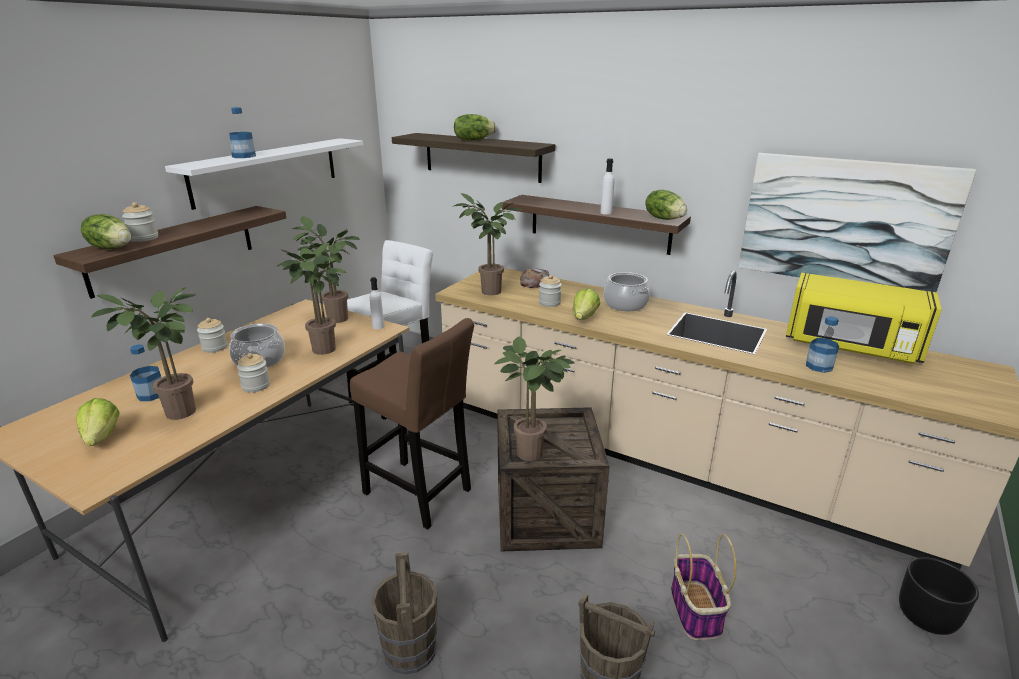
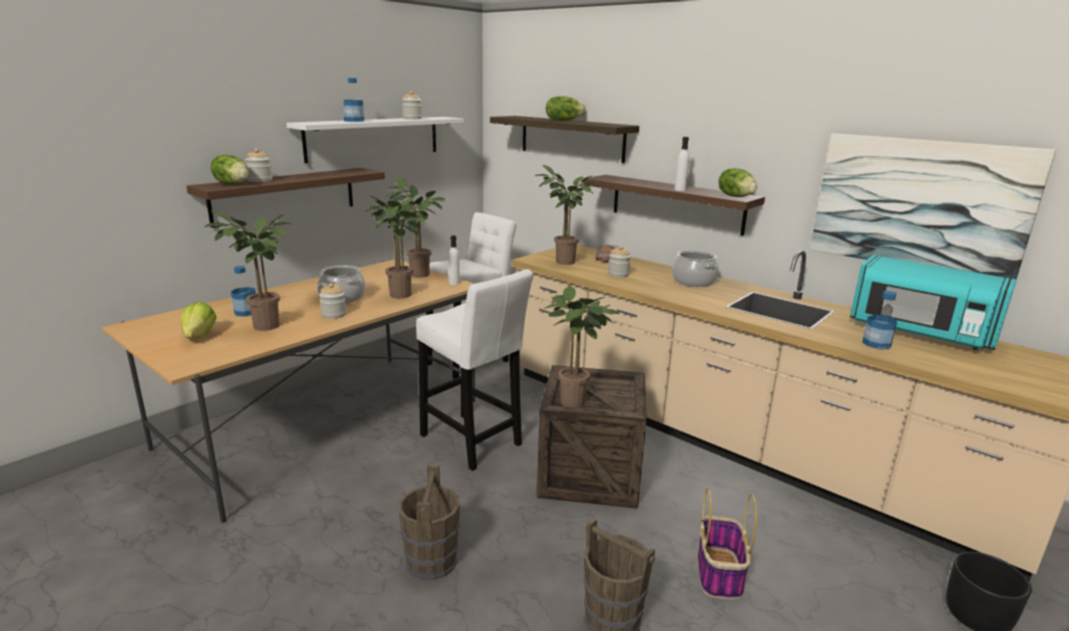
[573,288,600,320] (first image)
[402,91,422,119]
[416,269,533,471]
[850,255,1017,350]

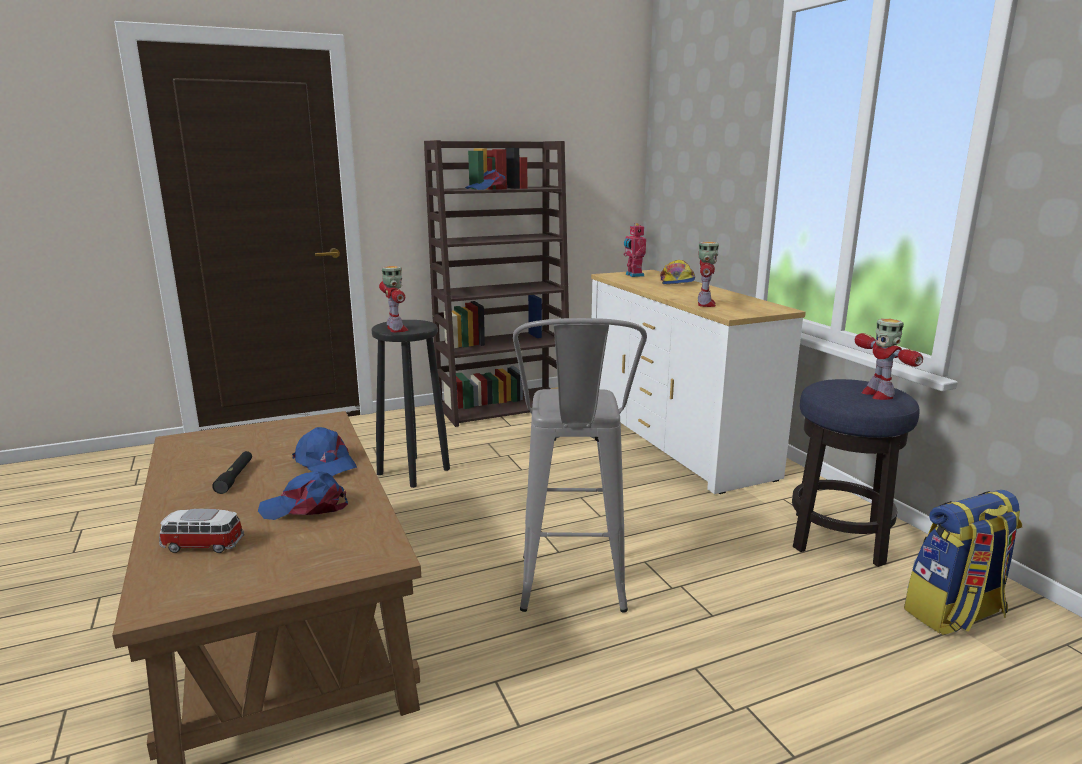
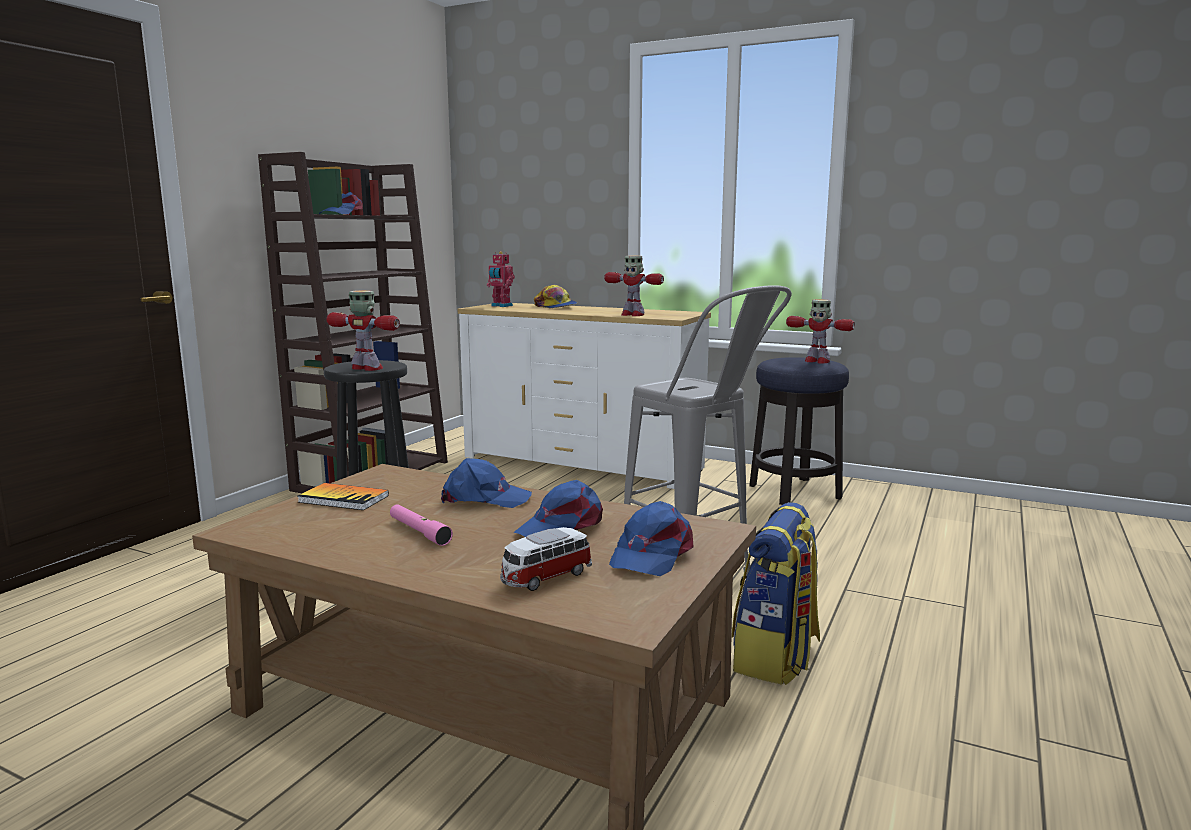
[298,483,389,510]
[609,501,694,576]
[732,502,820,685]
[390,504,453,546]
[604,255,664,316]

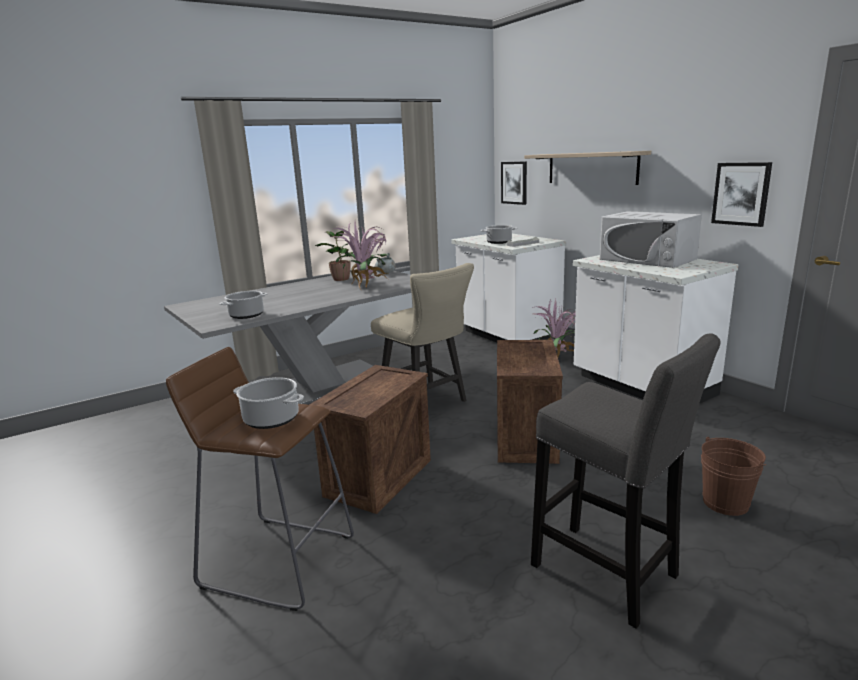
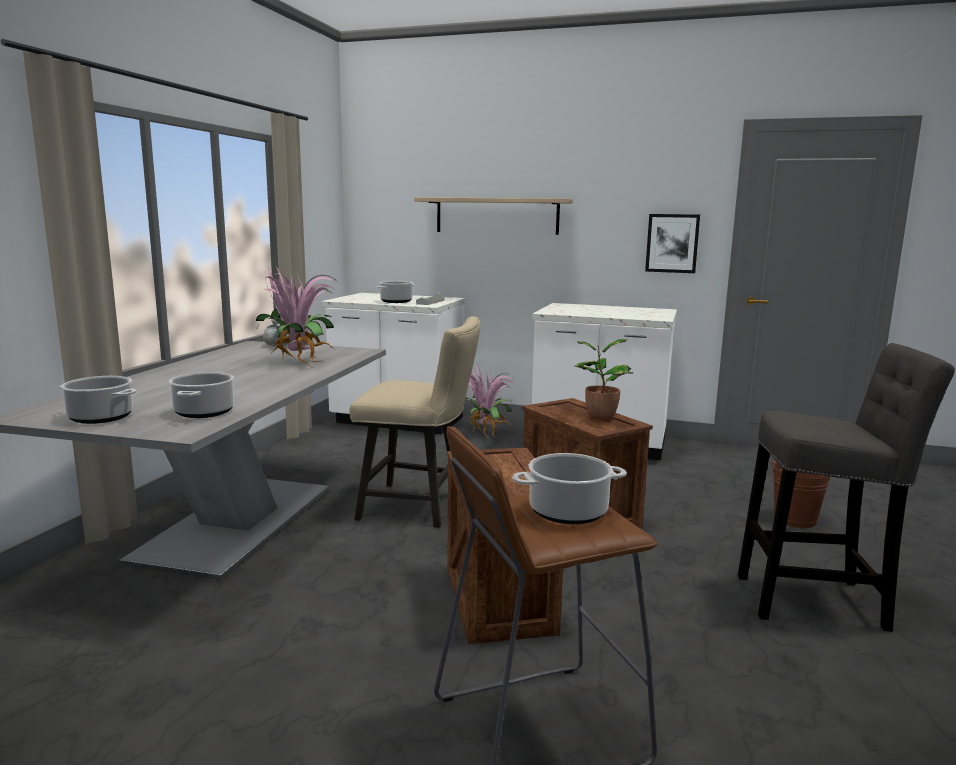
[501,161,527,205] (first image)
[600,211,702,268] (first image)
[60,376,137,424]
[574,339,633,420]

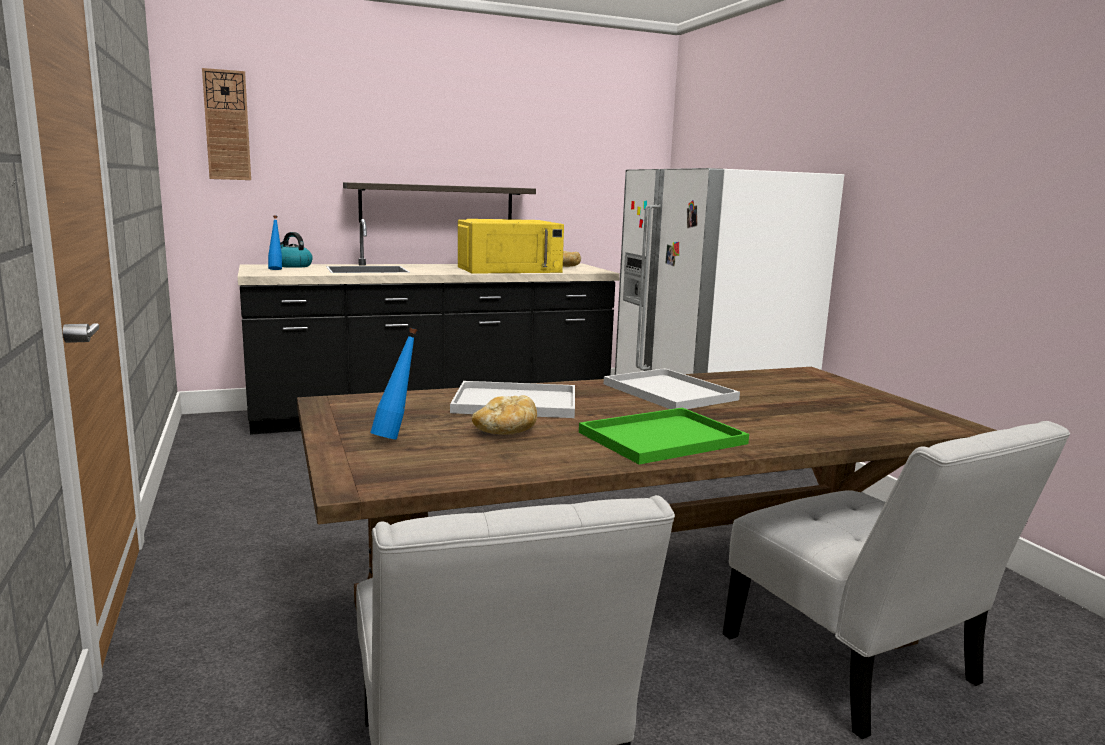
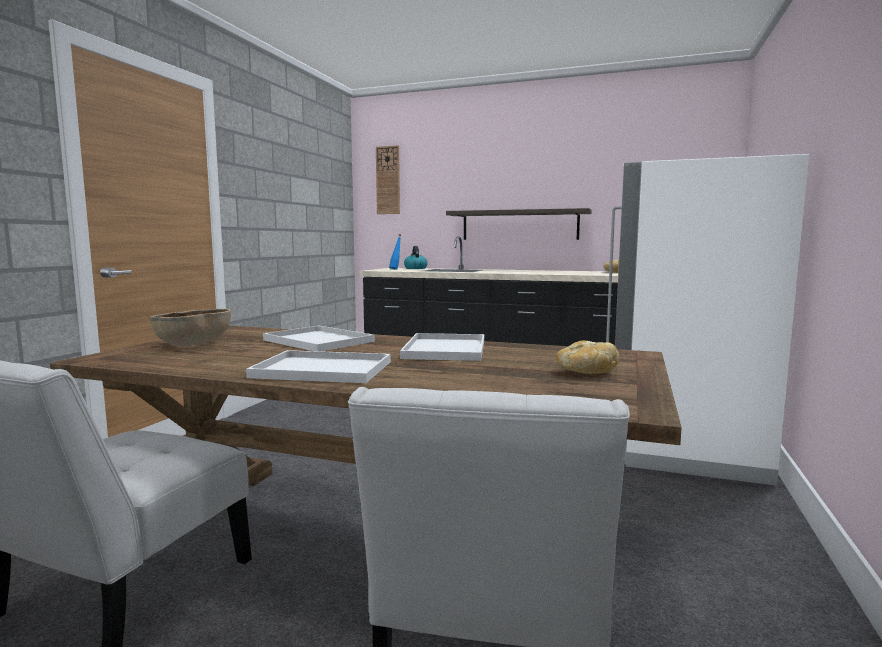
[458,219,564,273] (first image)
[556,341,619,374]
[150,309,231,346]
[246,350,391,383]

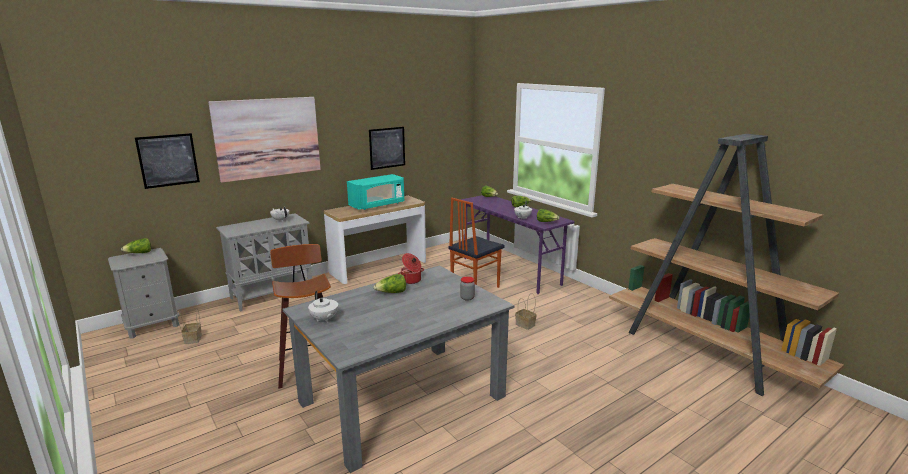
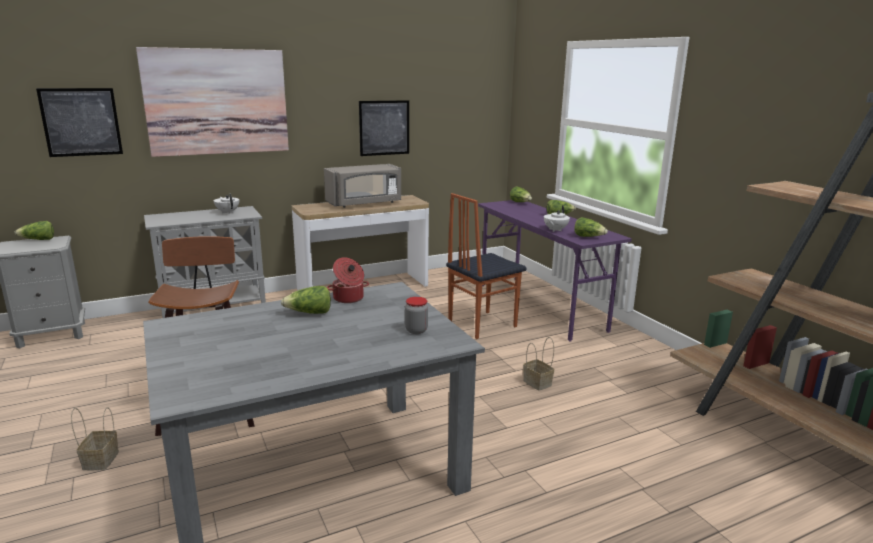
[308,291,338,323] (first image)
[71,407,119,470]
[324,164,401,208]

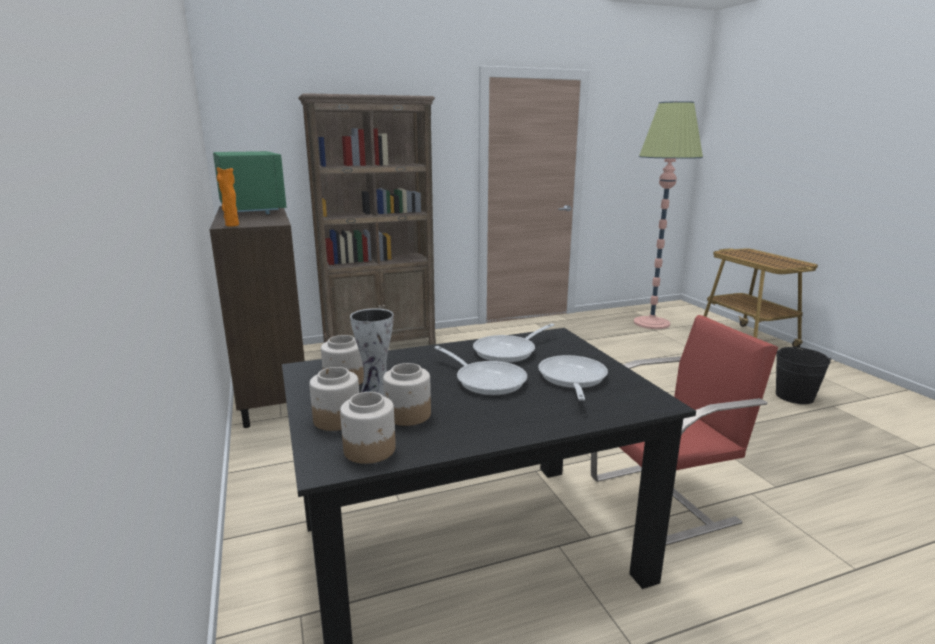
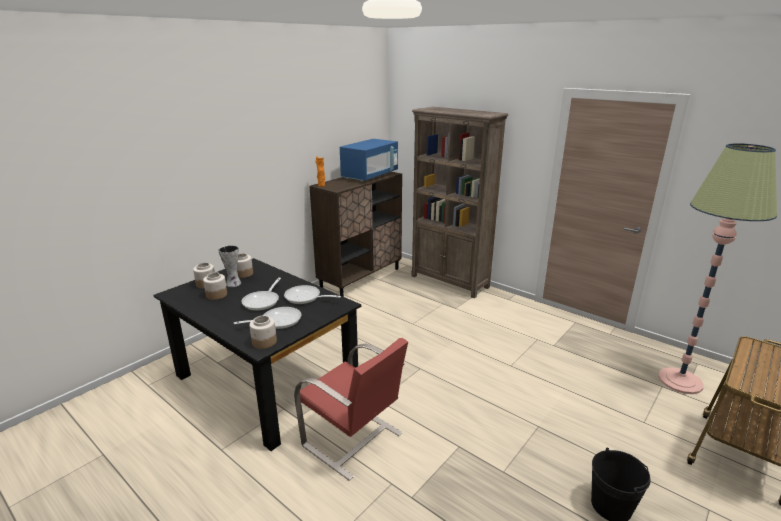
[250,316,277,349]
[340,139,398,182]

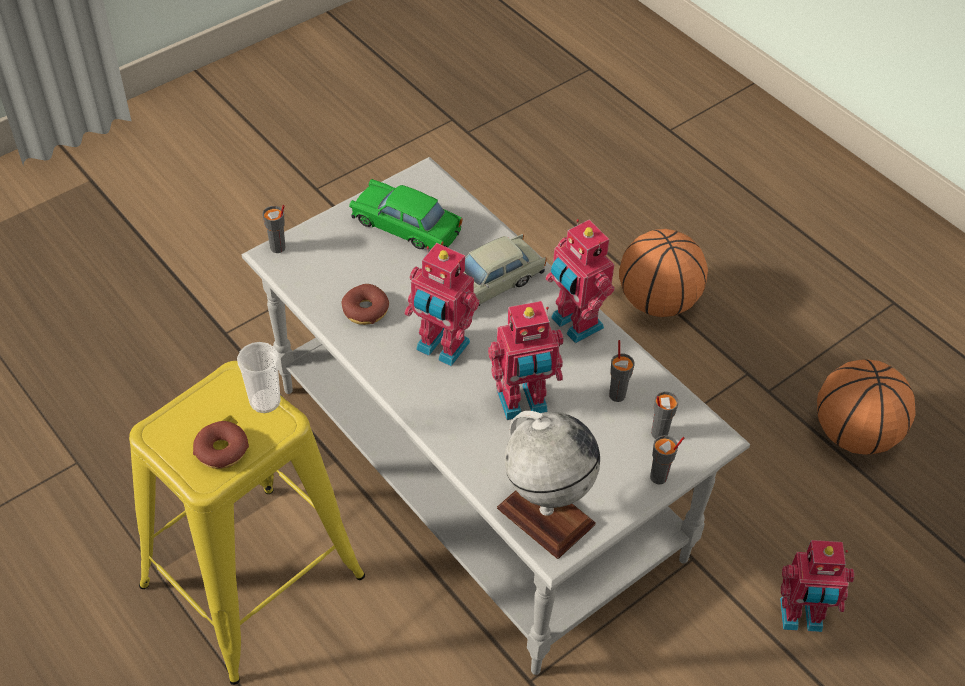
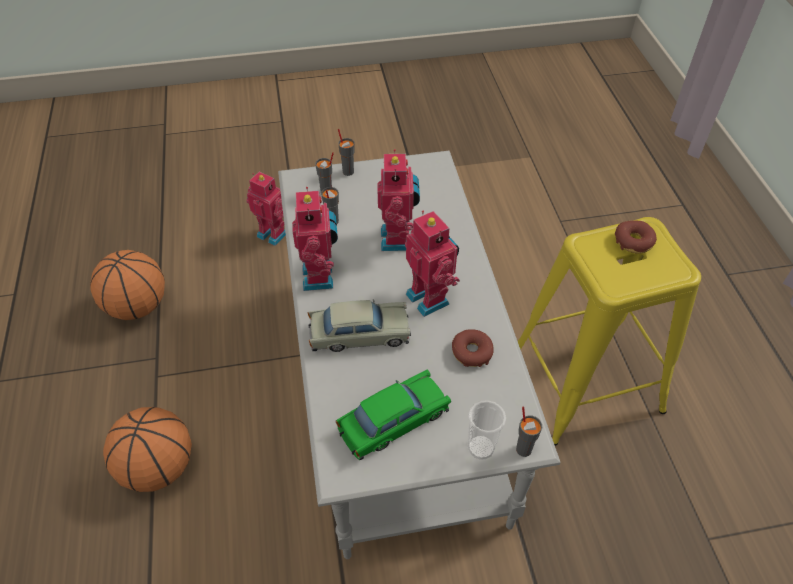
[497,411,600,559] (first image)
[468,400,506,460]
[335,370,451,460]
[377,149,420,251]

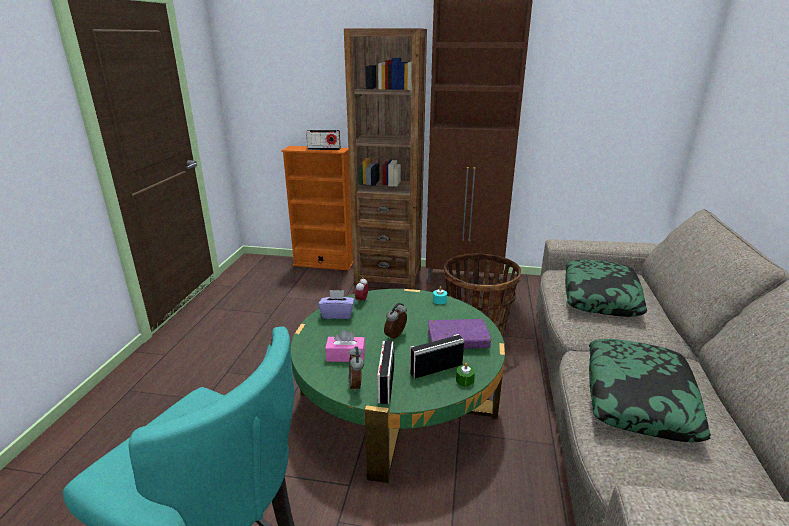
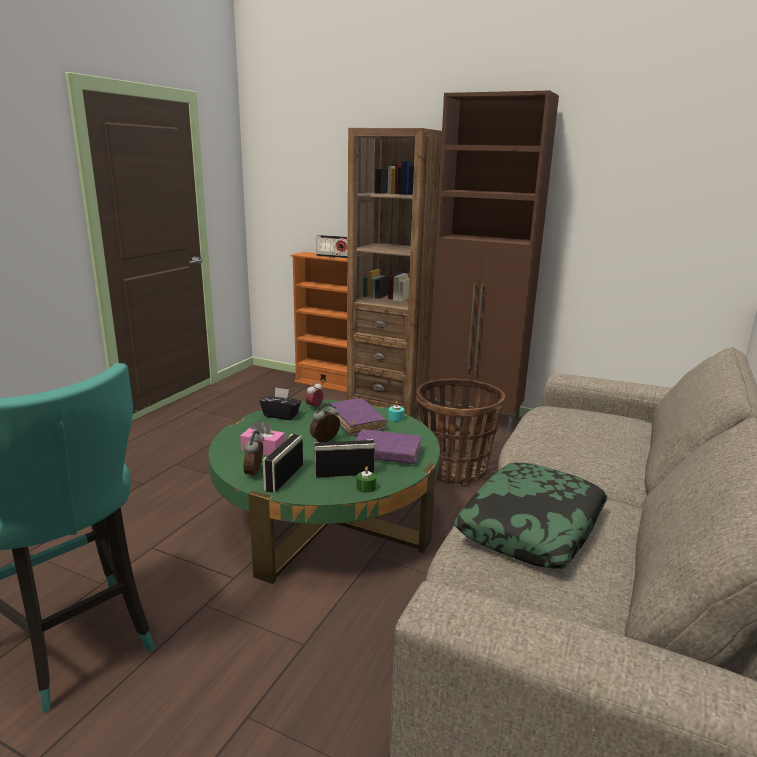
[565,259,647,317] (first image)
[329,398,387,436]
[260,387,301,420]

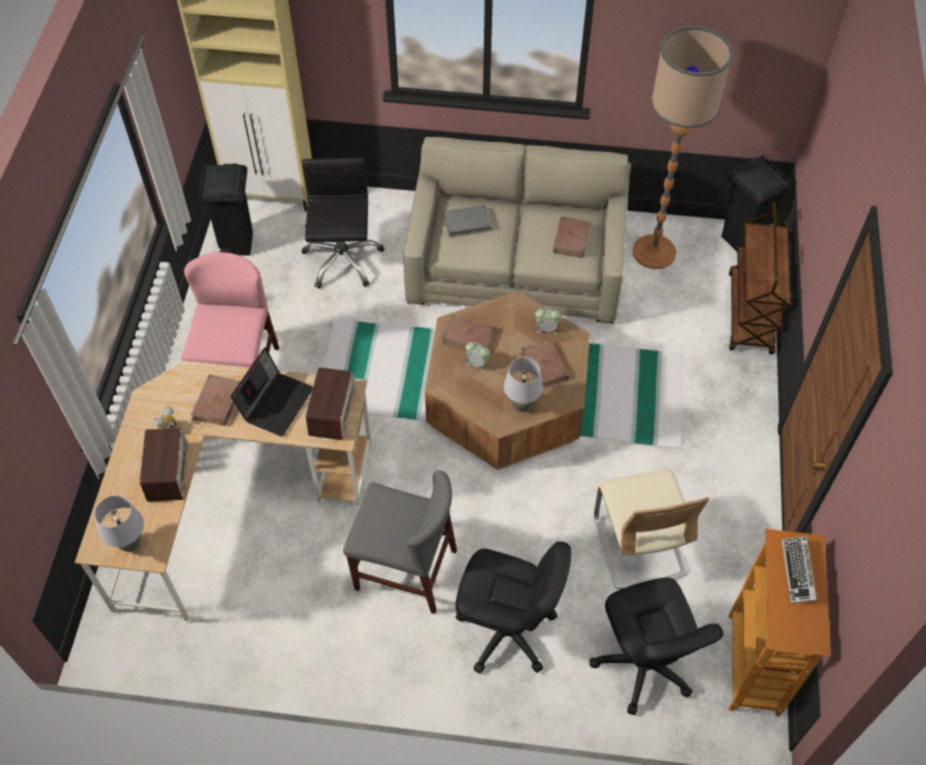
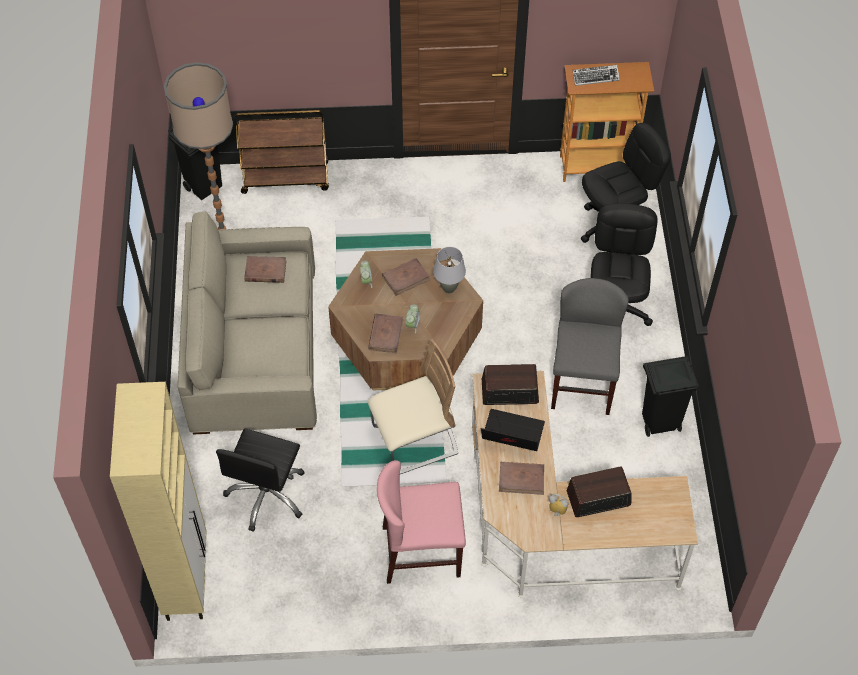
[95,495,144,552] (first image)
[443,205,492,237] (first image)
[642,356,699,437]
[368,339,458,474]
[216,428,304,532]

